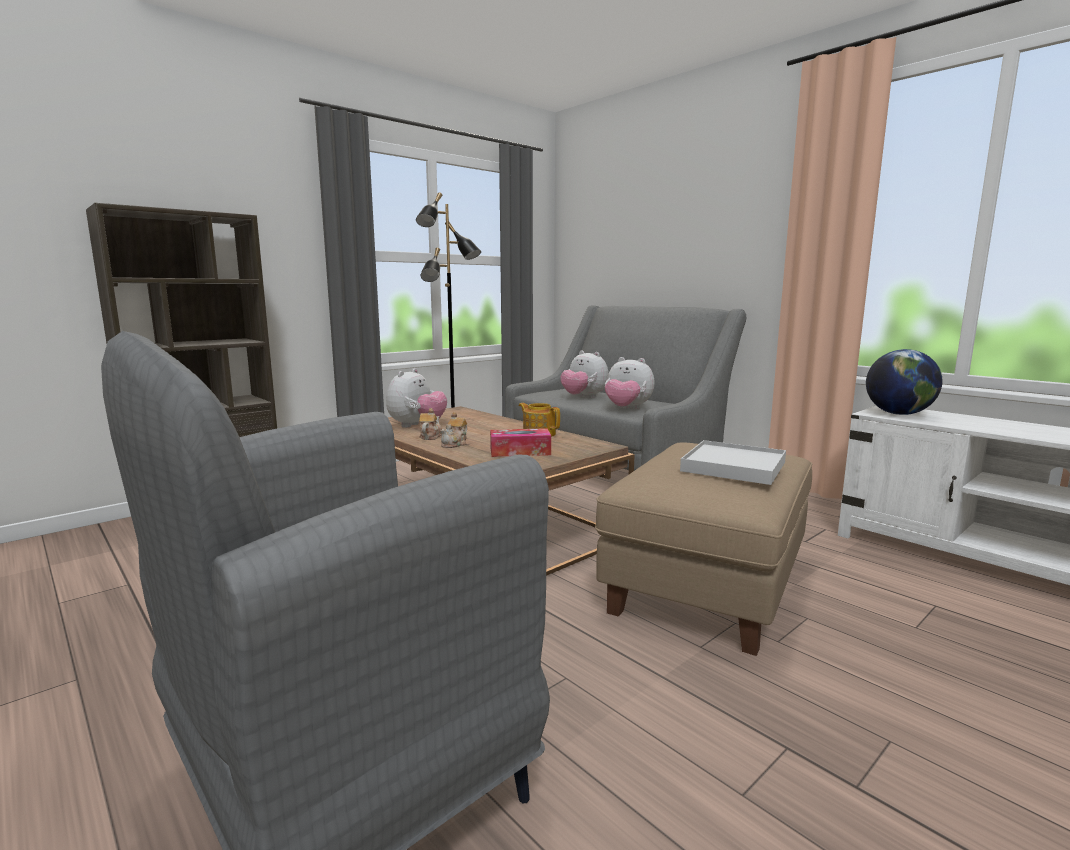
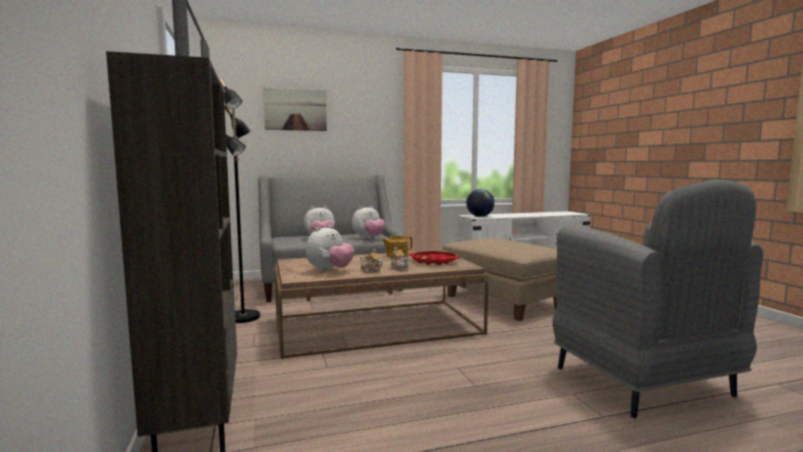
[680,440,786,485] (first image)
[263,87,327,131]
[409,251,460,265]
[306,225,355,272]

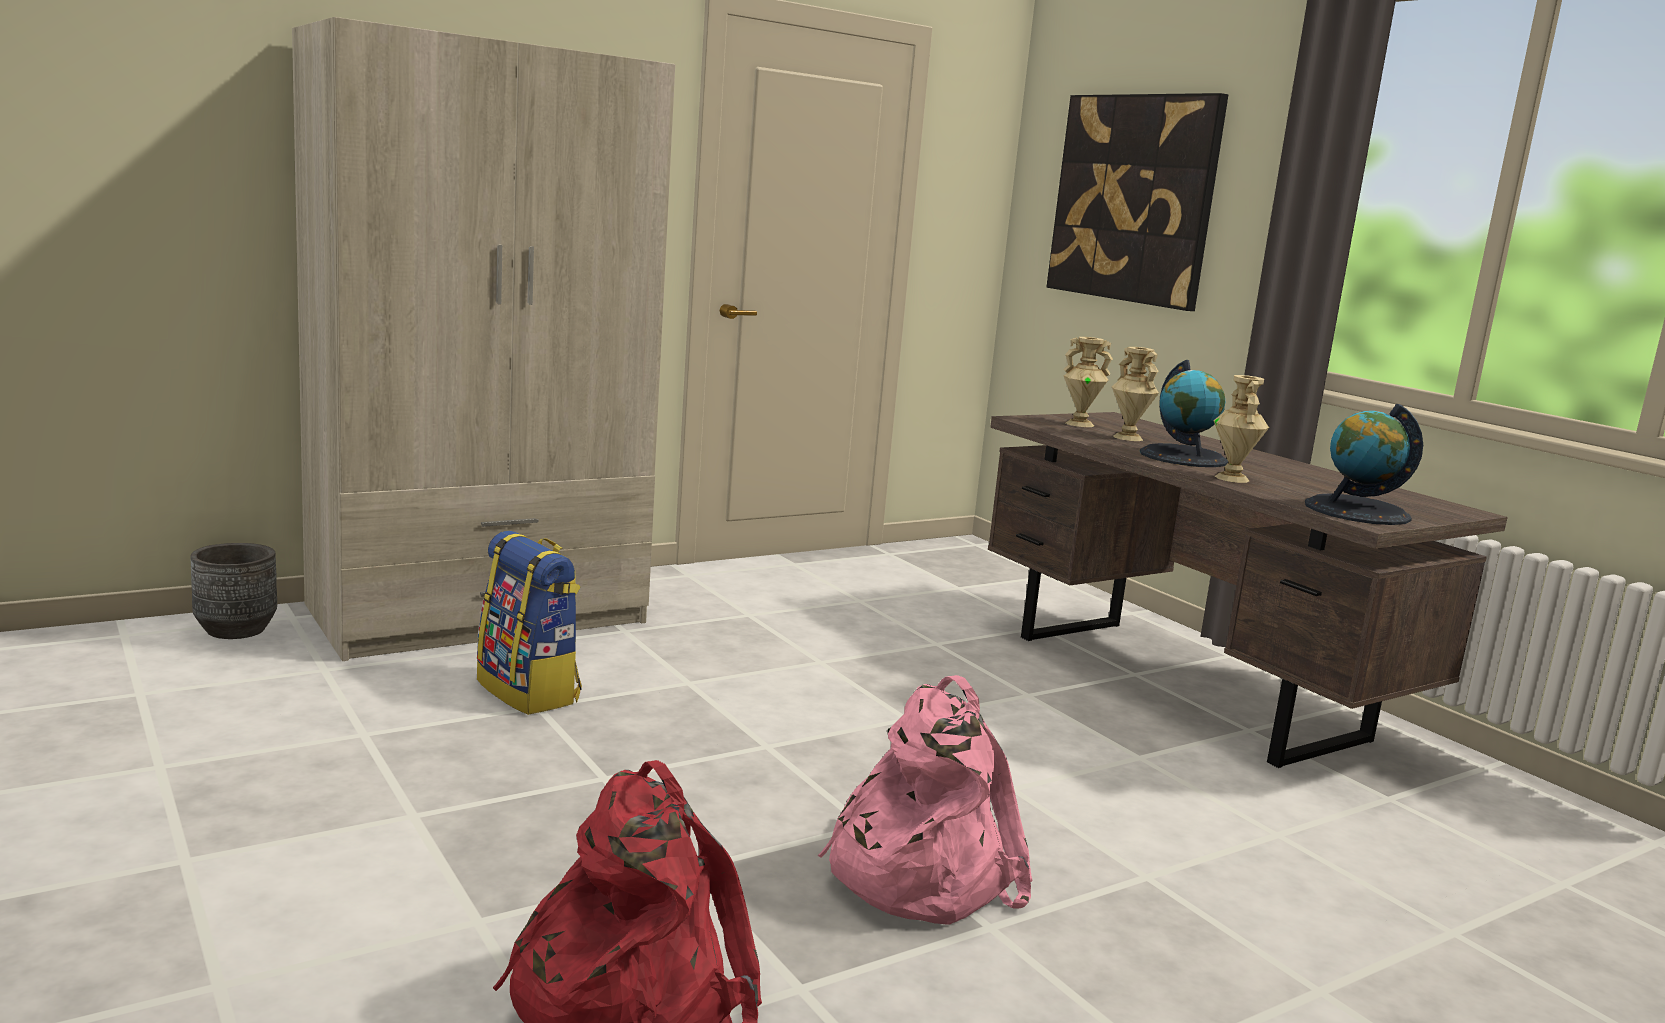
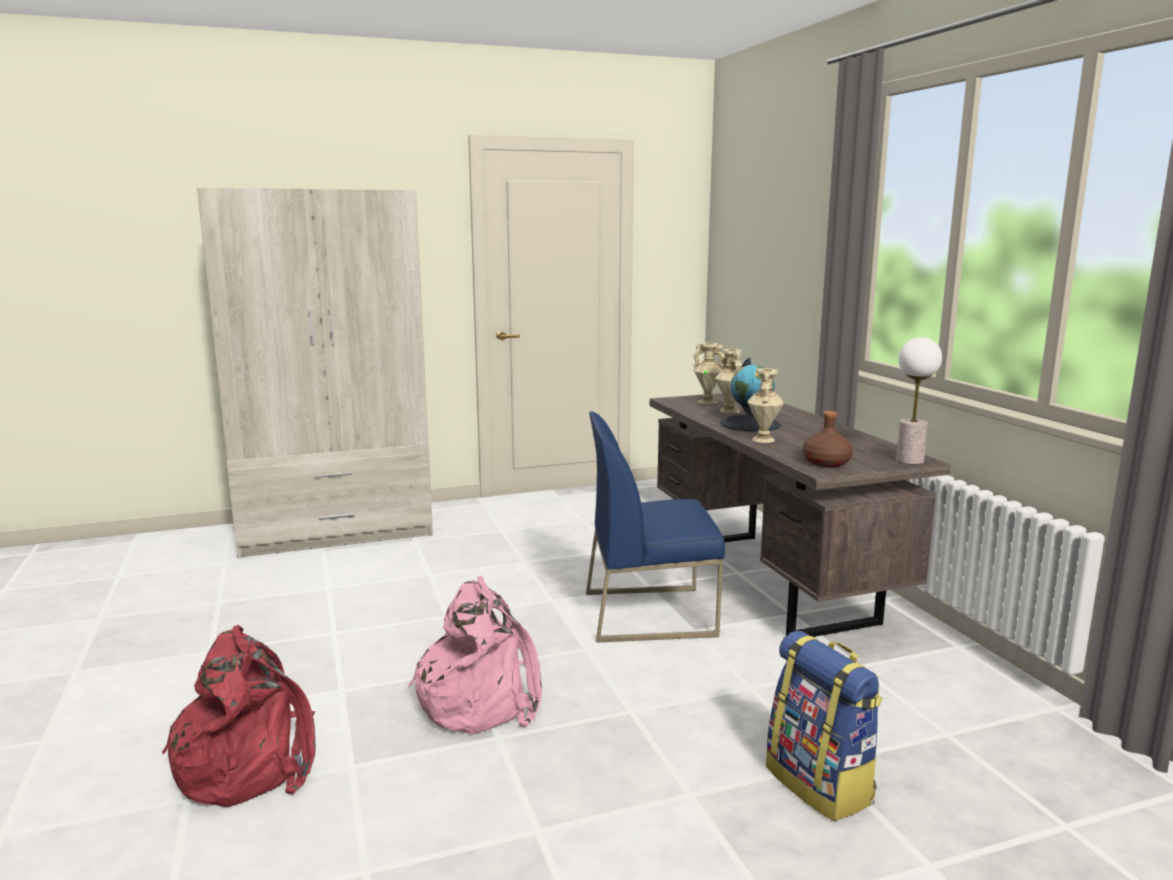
[190,543,277,639] (first image)
[1046,93,1228,311] (first image)
[586,412,725,642]
[896,337,942,464]
[766,631,882,821]
[803,411,853,467]

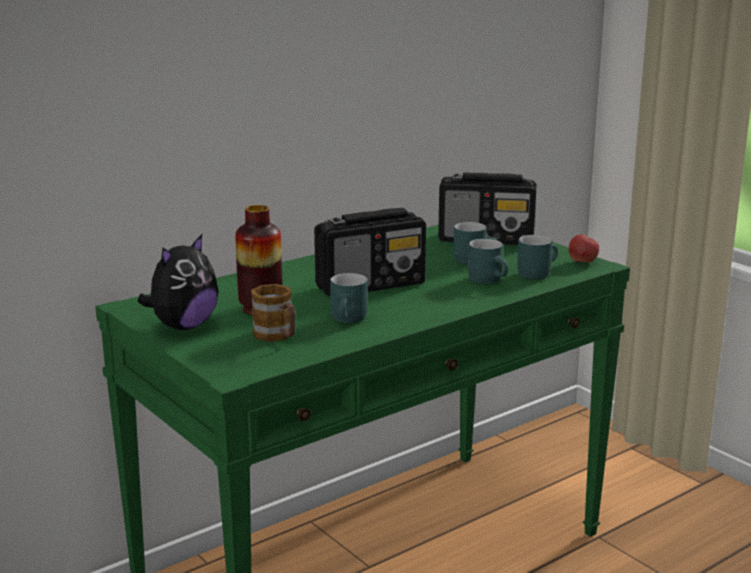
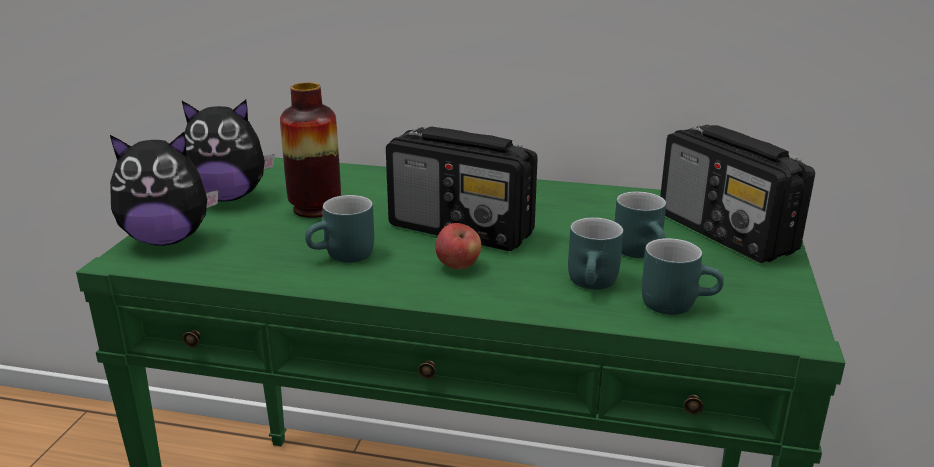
[251,284,295,342] (first image)
[110,132,218,246]
[435,223,481,269]

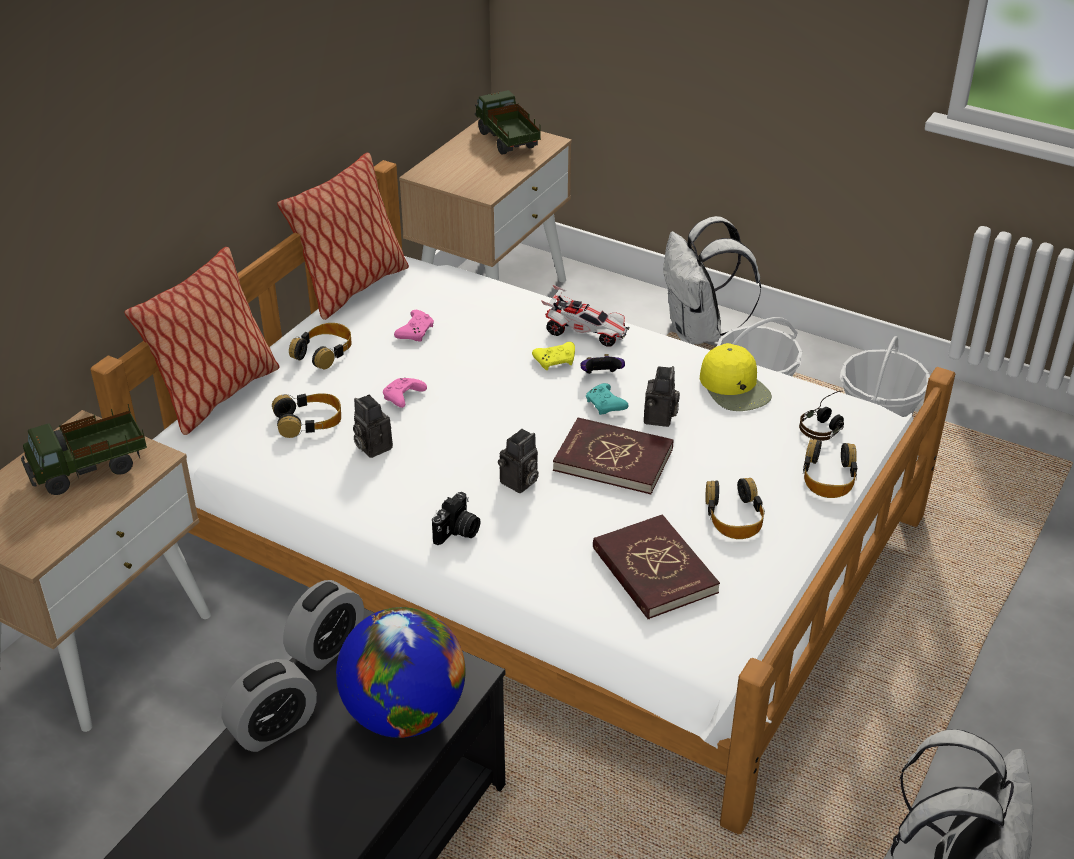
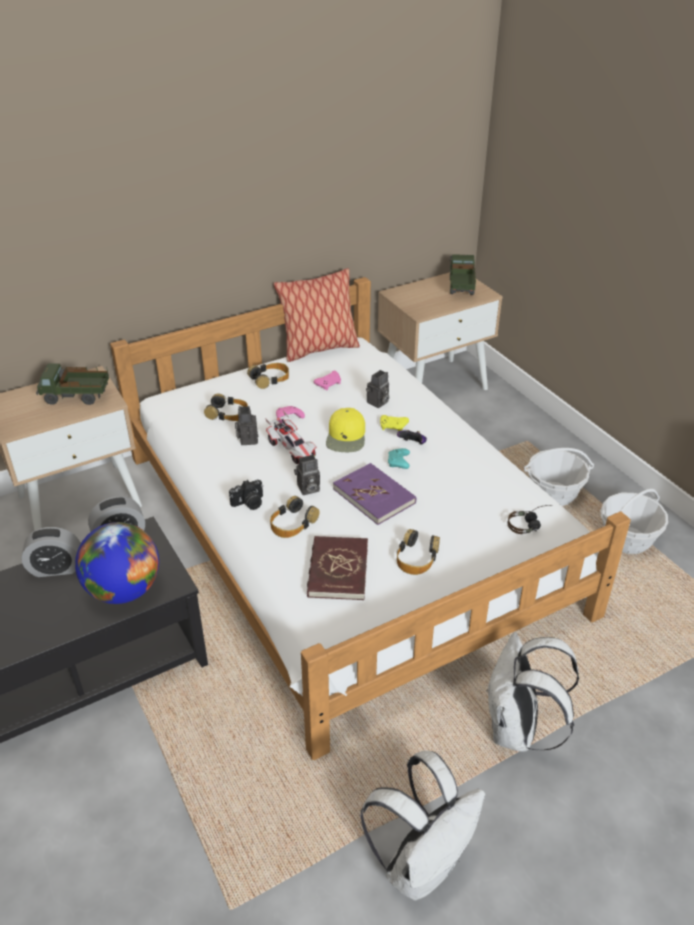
[124,247,280,435] (first image)
[265,411,317,464]
[366,370,389,408]
[486,632,579,752]
[326,408,365,452]
[270,496,320,538]
[333,463,416,525]

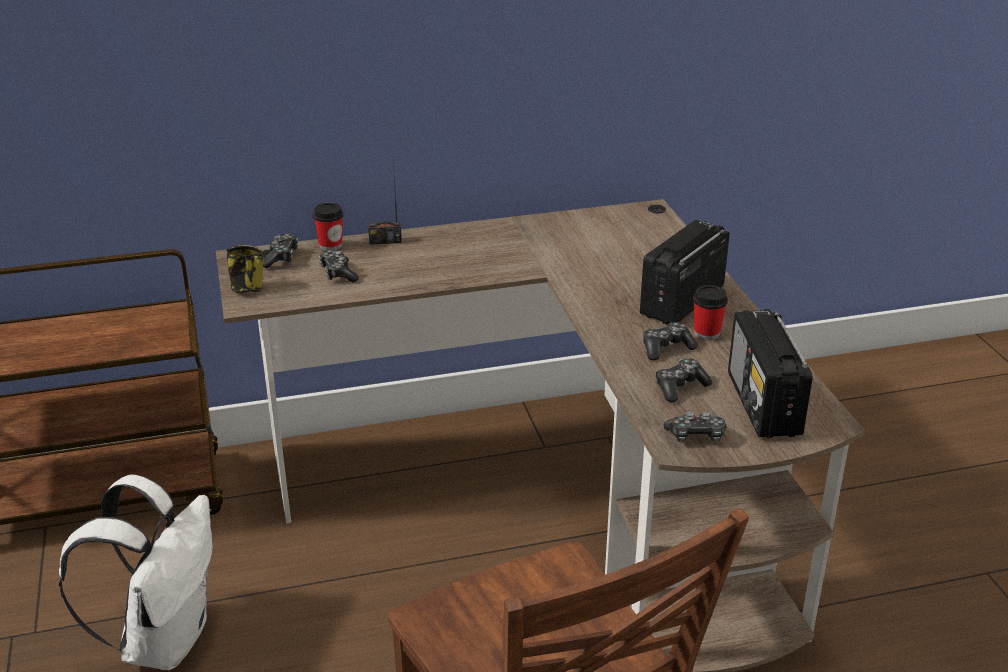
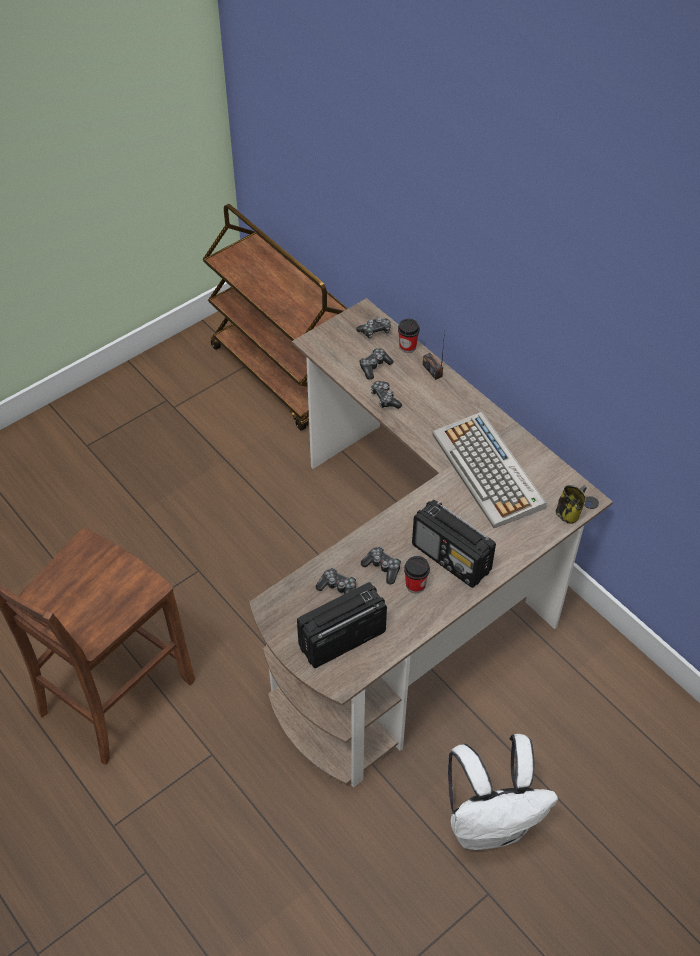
[432,412,547,528]
[448,734,558,850]
[556,485,587,524]
[370,381,402,409]
[412,500,496,588]

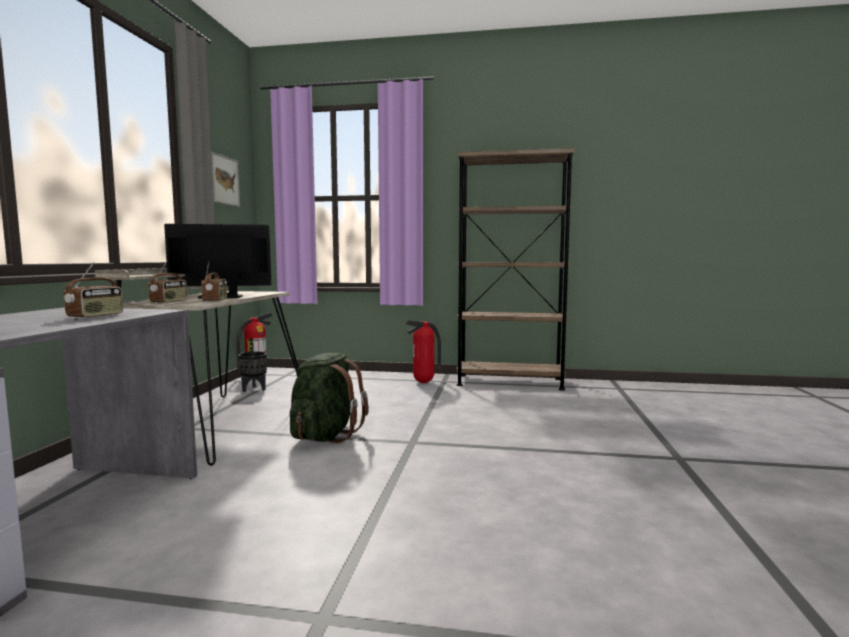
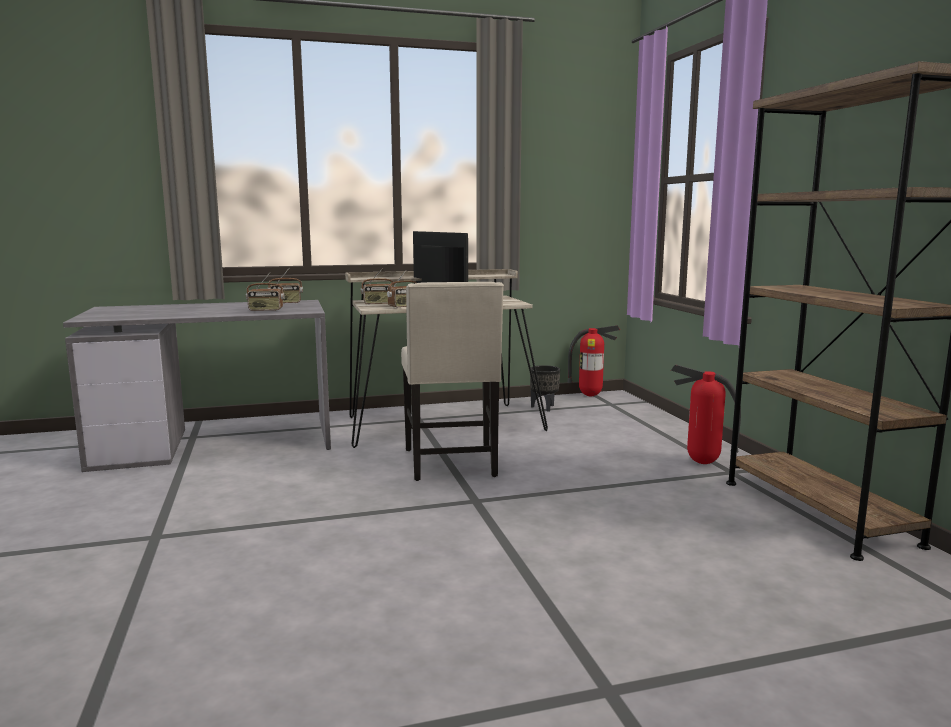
[211,152,240,207] (first image)
[267,267,303,303]
[401,282,504,481]

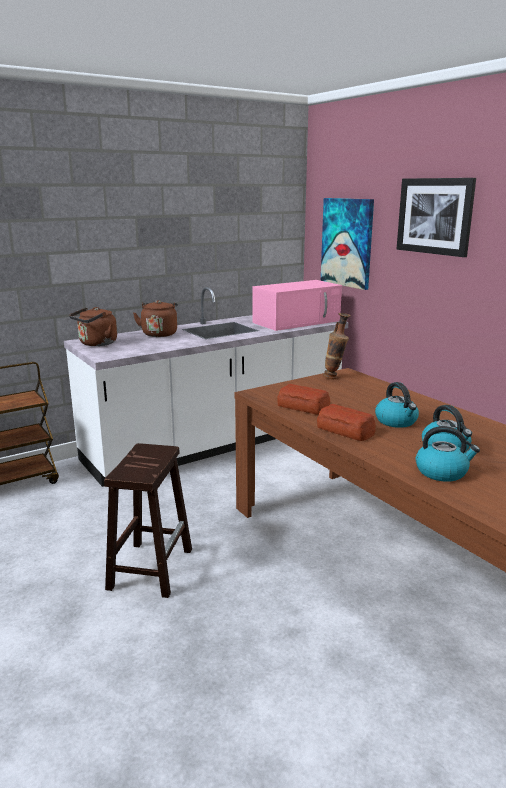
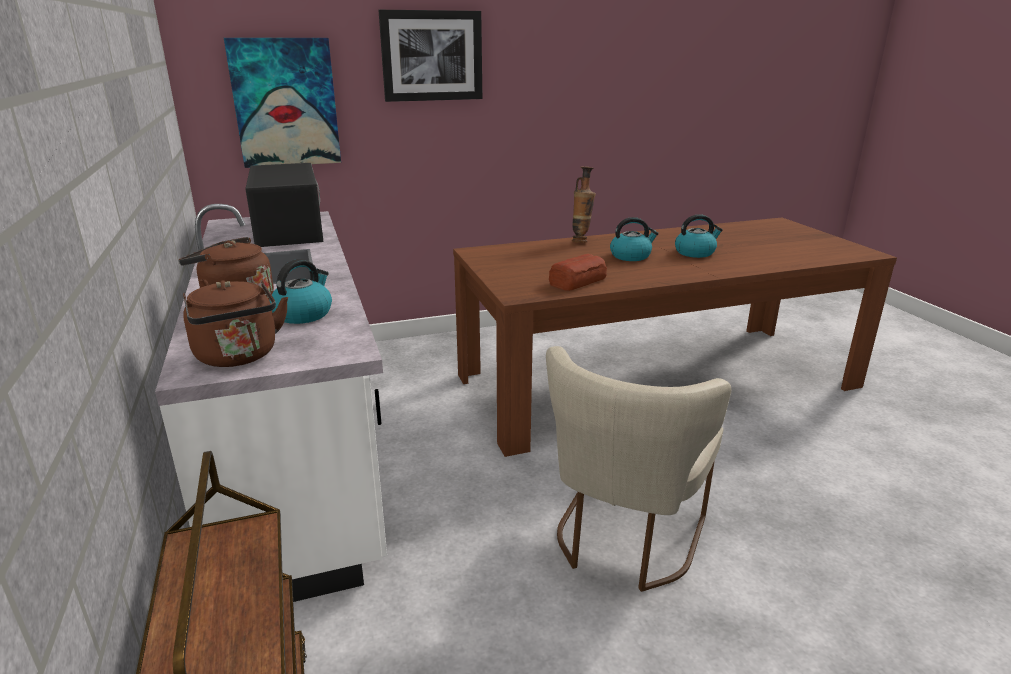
[317,404,376,441] (first image)
[572,166,596,243]
[269,259,332,324]
[546,346,731,592]
[245,163,324,247]

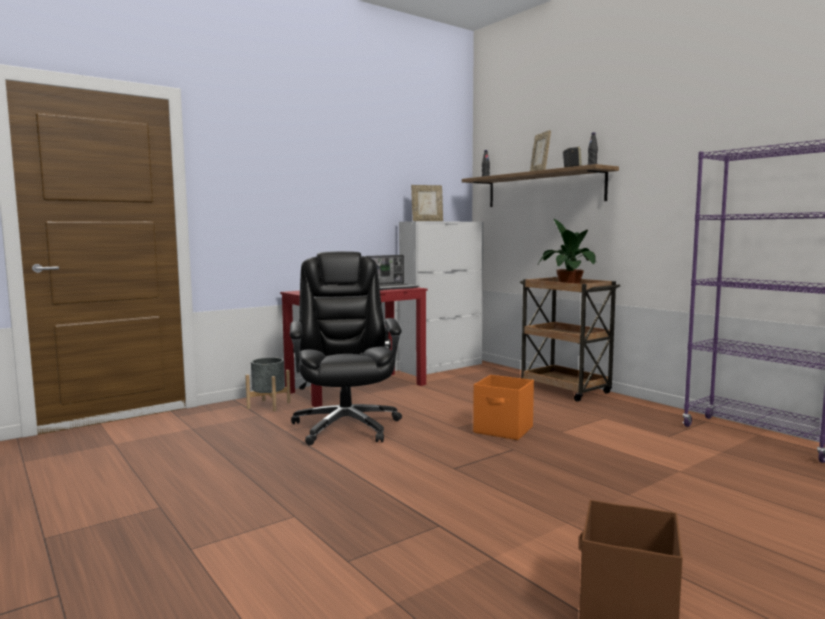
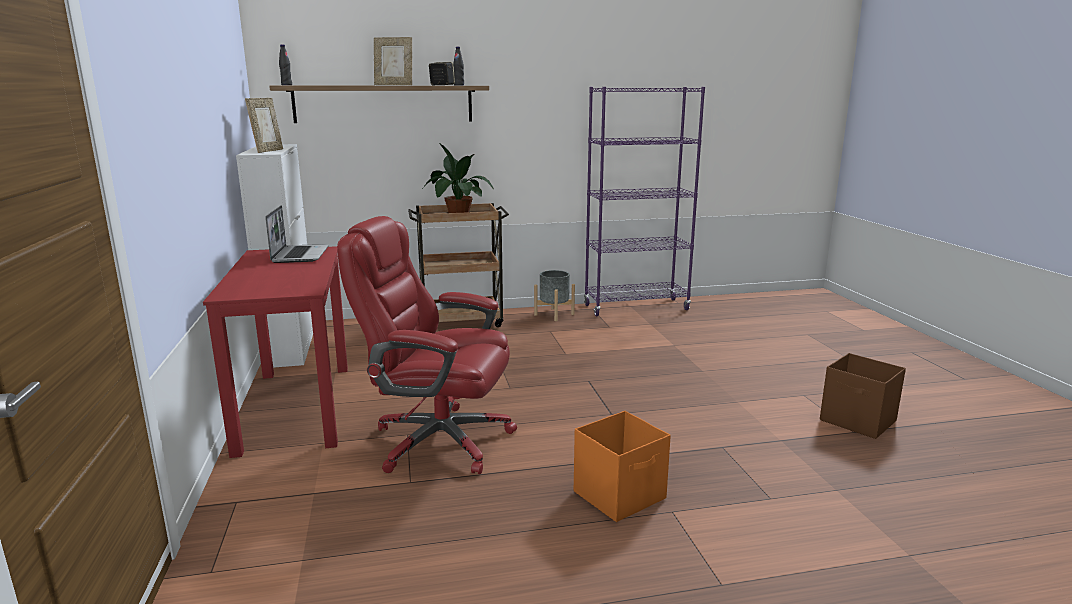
[534,270,575,321]
[574,411,671,522]
[337,216,517,474]

